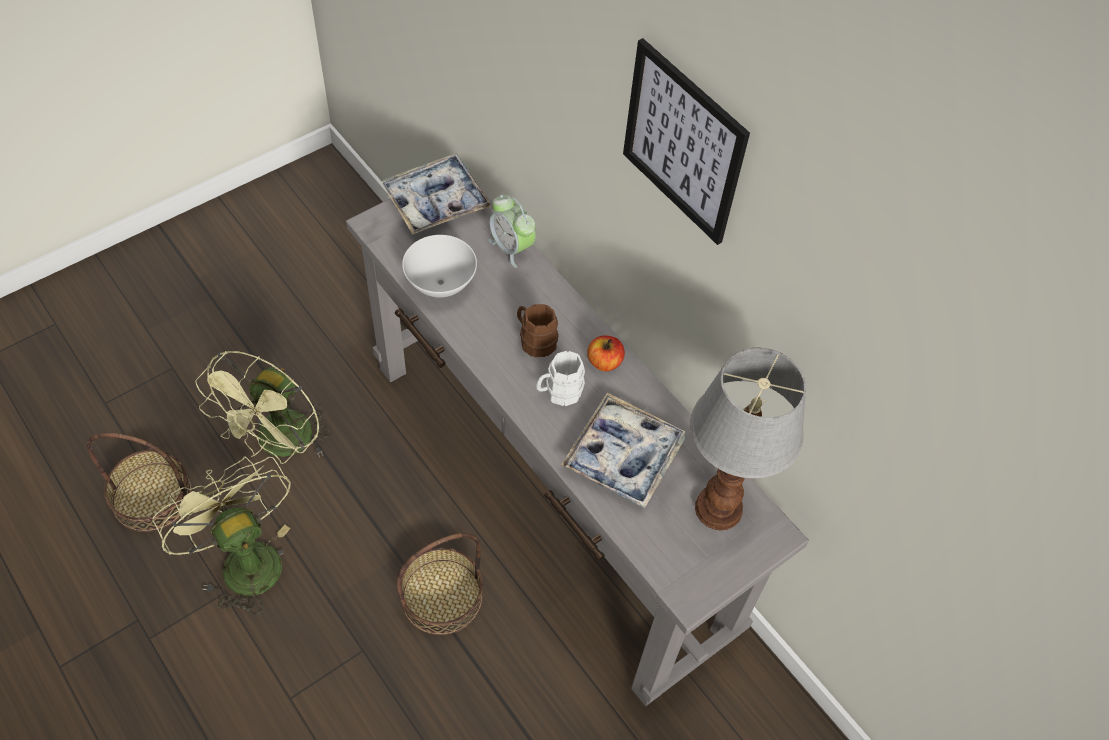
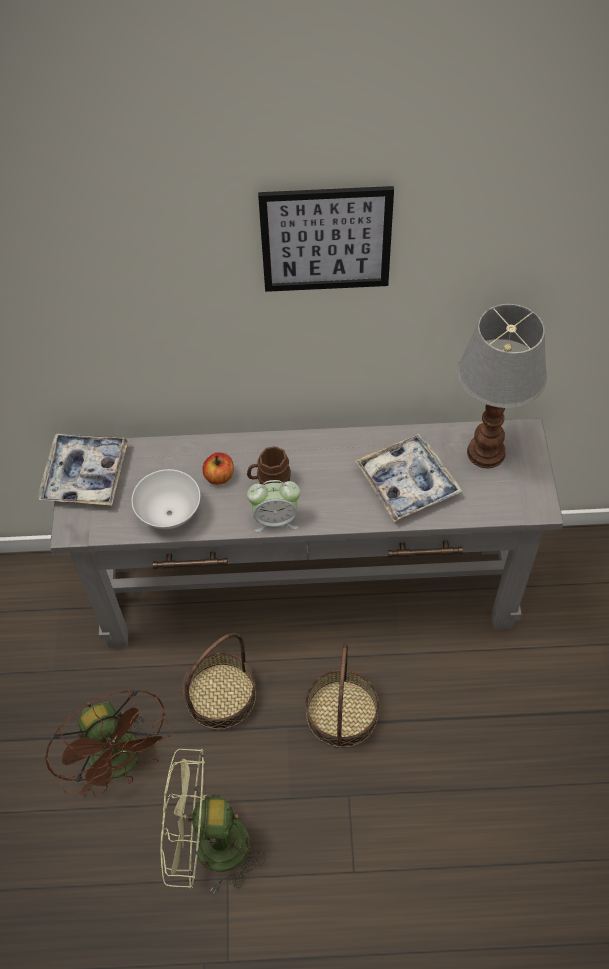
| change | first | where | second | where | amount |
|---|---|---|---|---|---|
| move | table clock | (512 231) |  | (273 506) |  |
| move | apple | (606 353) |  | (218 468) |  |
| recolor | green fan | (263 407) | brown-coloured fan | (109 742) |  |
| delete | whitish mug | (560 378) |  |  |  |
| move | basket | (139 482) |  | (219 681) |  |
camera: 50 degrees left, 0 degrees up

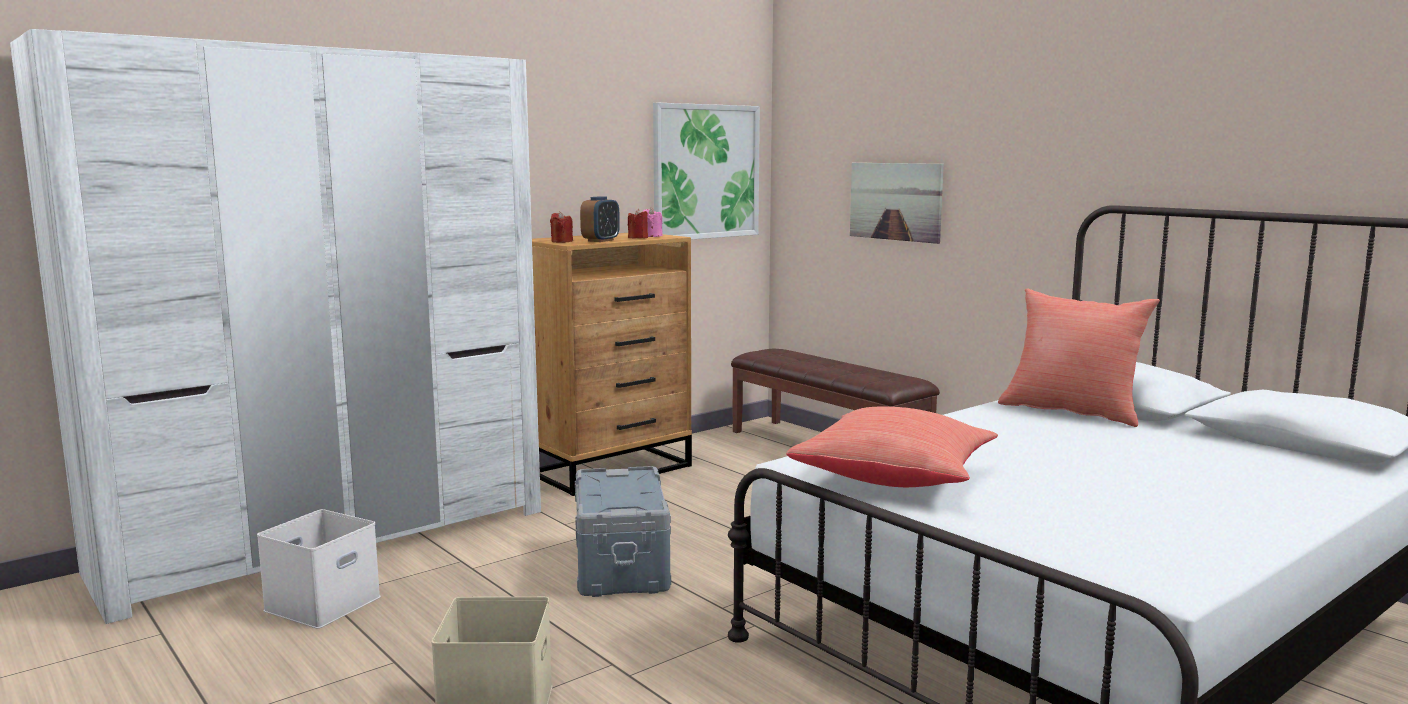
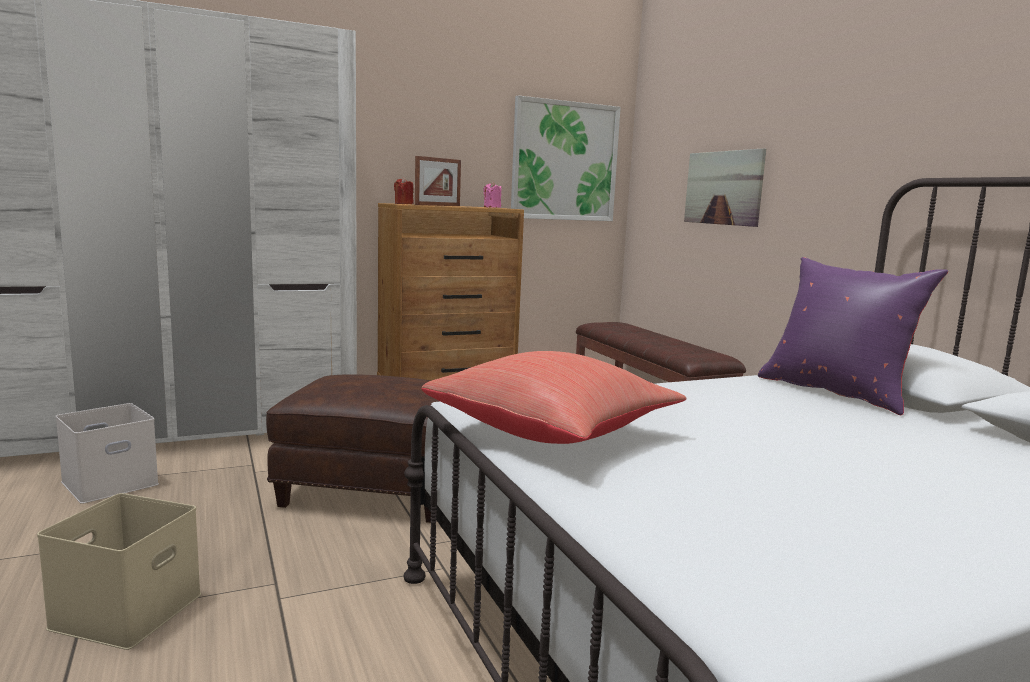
| change | first | where | second | where | amount |
|---|---|---|---|---|---|
| replace | table clock | (600 219) | picture frame | (438 181) |  |
| delete | reddish candle | (638 224) |  |  |  |
| recolor | reddish cushion | (1079 357) | purple-coloured cushion | (853 336) |  |
| replace | greyish storage box | (623 531) | brown-coloured pouffe | (353 448) |  |
camera: 15 degrees right, 0 degrees up

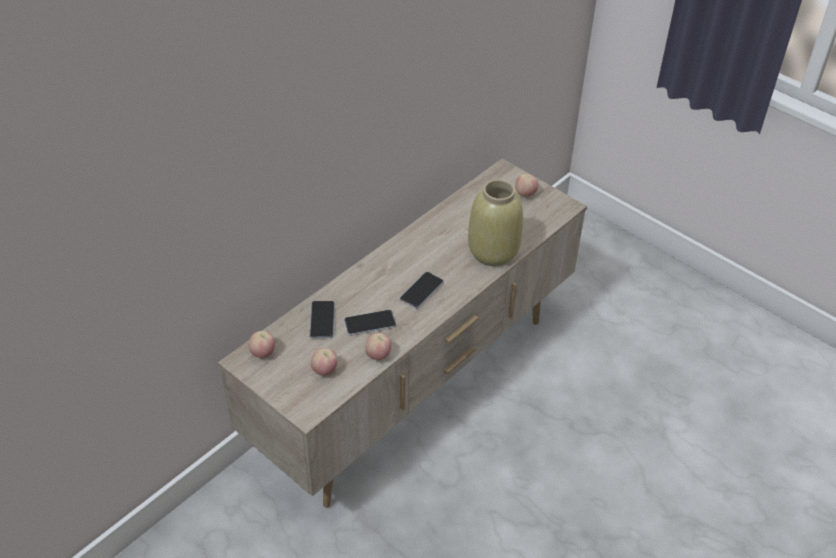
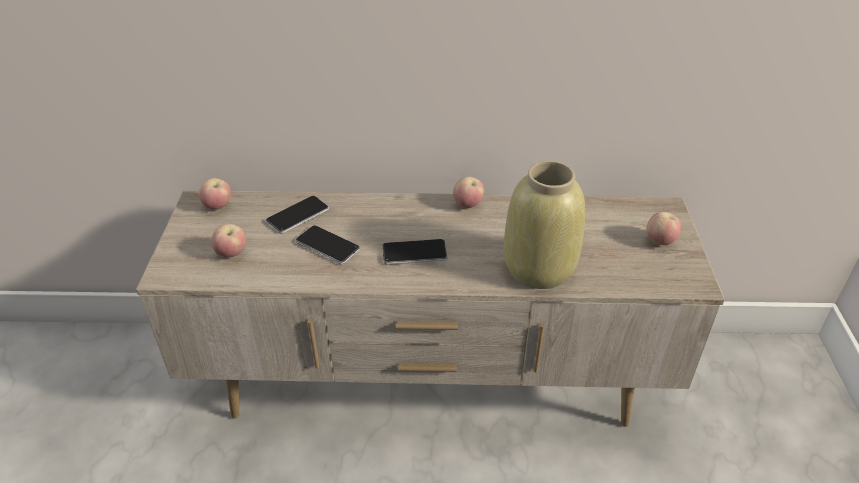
| change | first | where | second | where | amount |
|---|---|---|---|---|---|
| move | apple | (378 346) |  | (468 192) |  |
camera: 50 degrees right, 5 degrees down

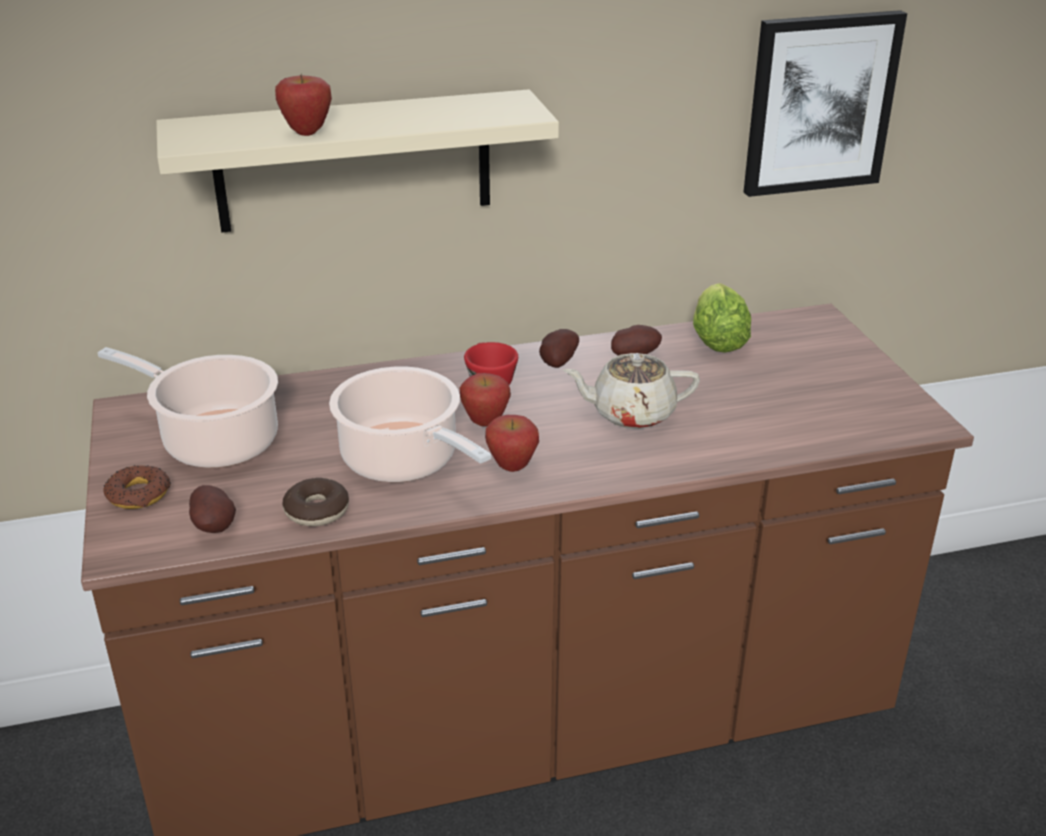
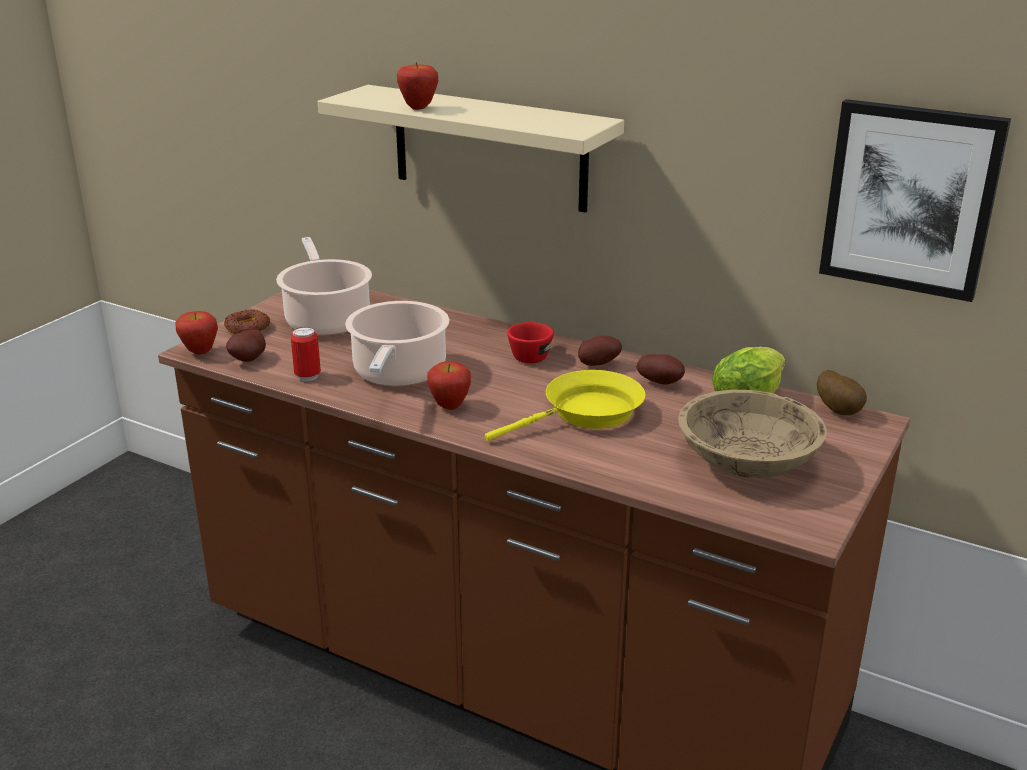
| change | first | where | second | where | amount |
|---|---|---|---|---|---|
| replace | beige teapot | (631 391) | yellowish skillet | (565 405) |  |
| move | apple | (485 400) |  | (196 333) |  |
| replace | ring doughnut | (316 502) | metal can | (306 354) |  |
| insert |  |  | potato | (842 392) |  |
| insert |  |  | beige deep dish | (752 434) |  |
camera: 45 degrees right, 5 degrees down

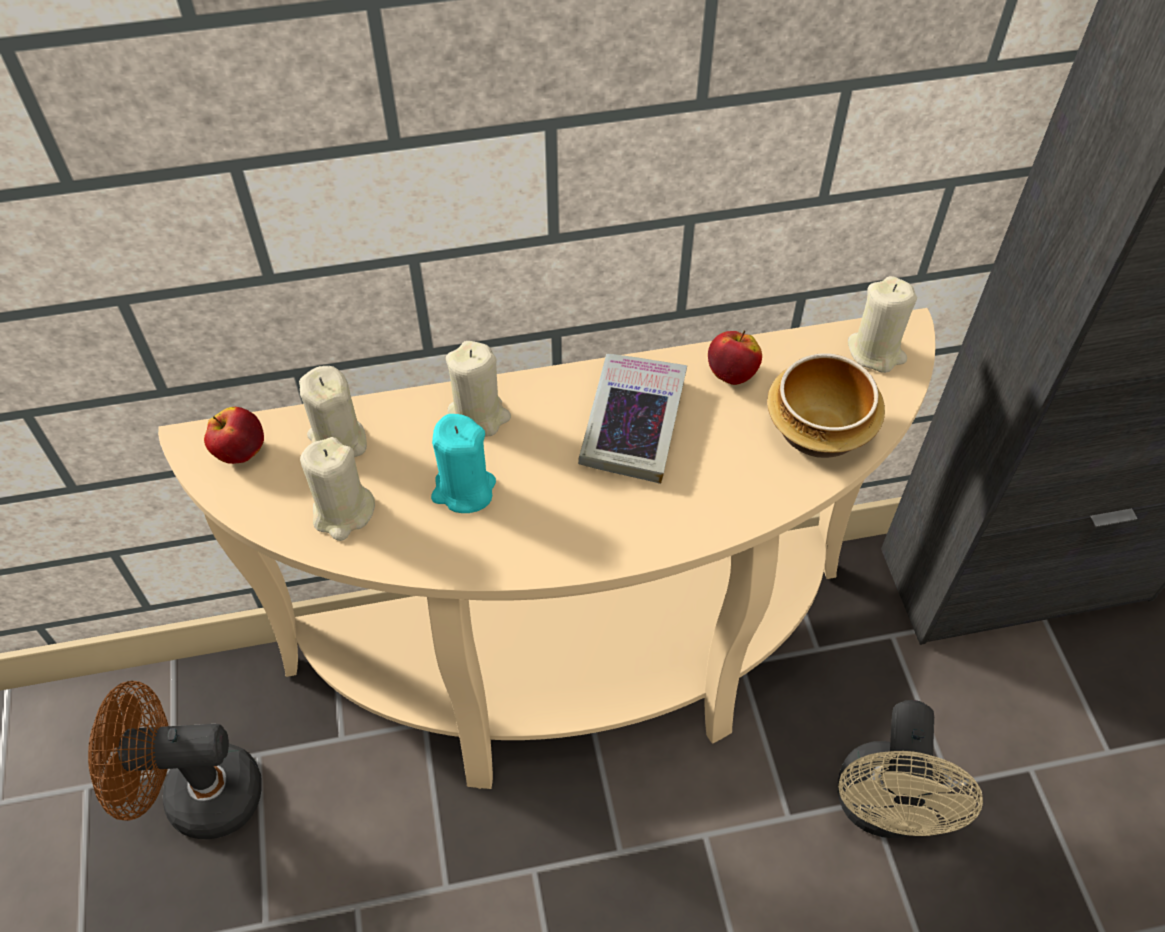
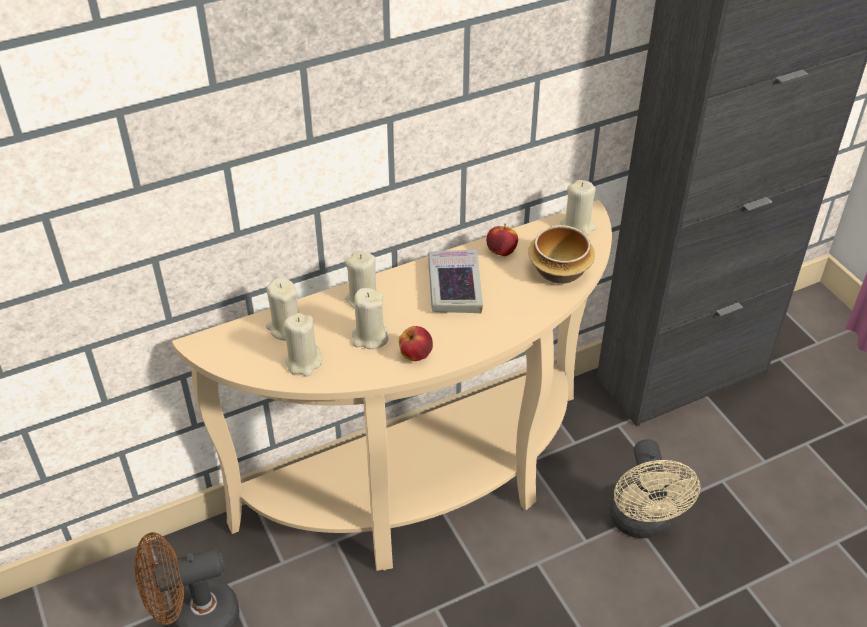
| change | first | where | second | where | amount |
|---|---|---|---|---|---|
| move | apple | (234 435) |  | (416 343) |  |
| recolor | blue-green candle | (463 463) | beige candle | (370 318) |  |
camera: 15 degrees left, 10 degrees down

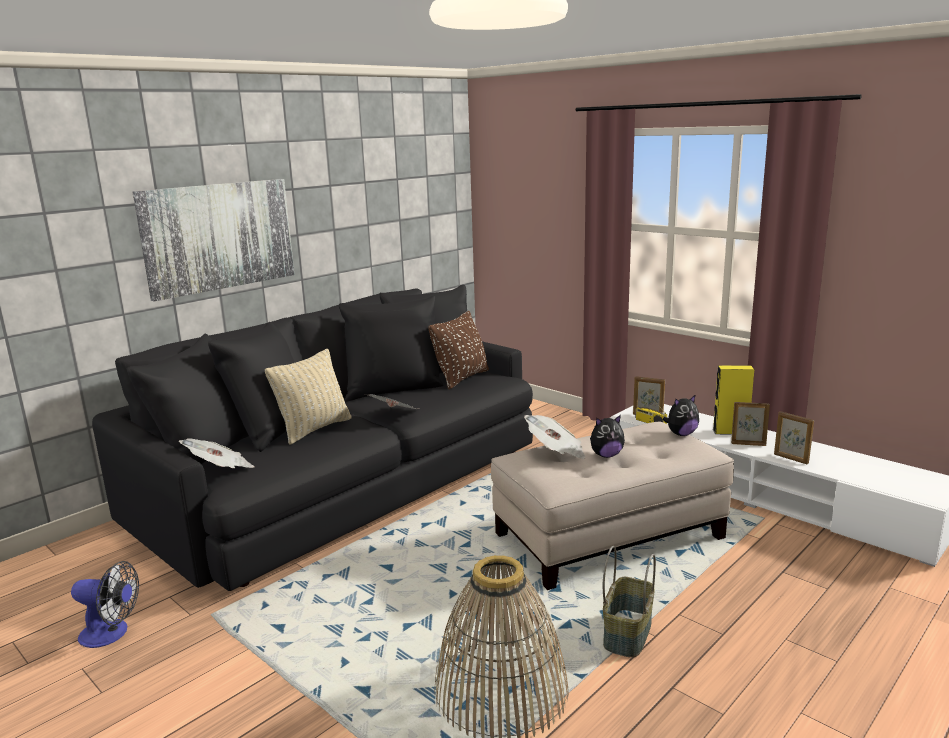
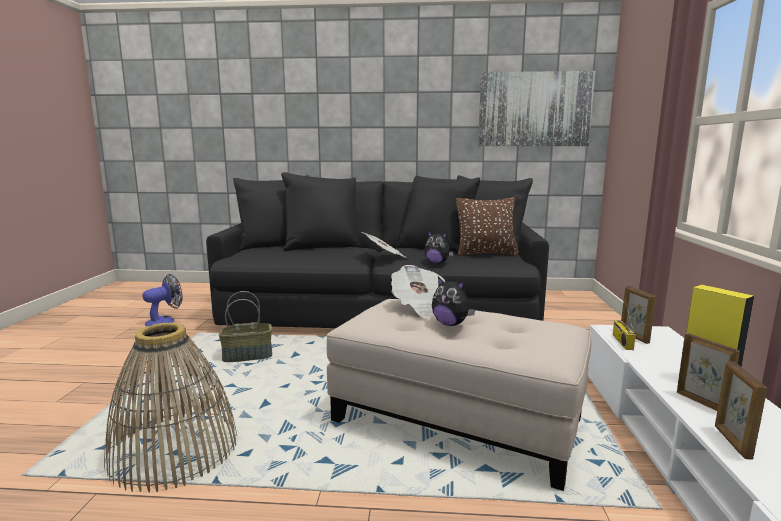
| change | first | where | second | where | amount |
|---|---|---|---|---|---|
| move | wall picture | (213 240) |  | (536 108) |  |
| delete | beige cushion | (308 396) |  |  |  |
| move | cuddly toy | (681 415) |  | (439 247) |  |
| delete | printed paper | (217 453) |  |  |  |
| move | basket | (629 602) |  | (245 326) |  |
| rotate | fan | (105 604) |  | (162 300) | 105 degrees counterclockwise |
camera: 50 degrees right, 5 degrees down

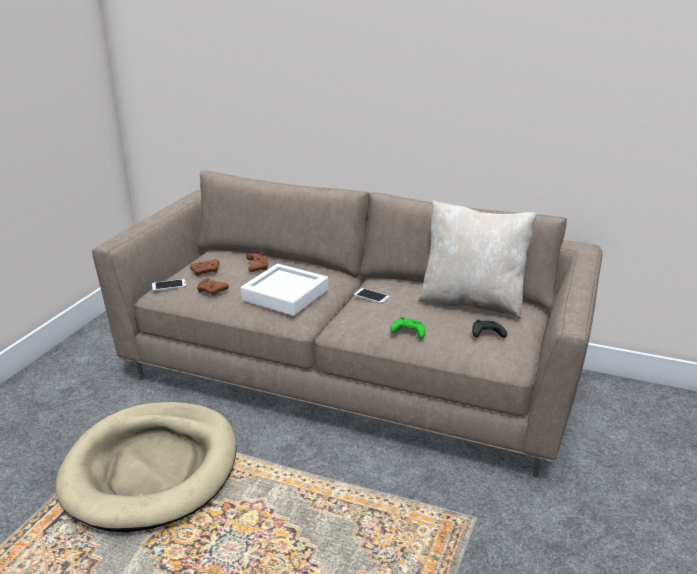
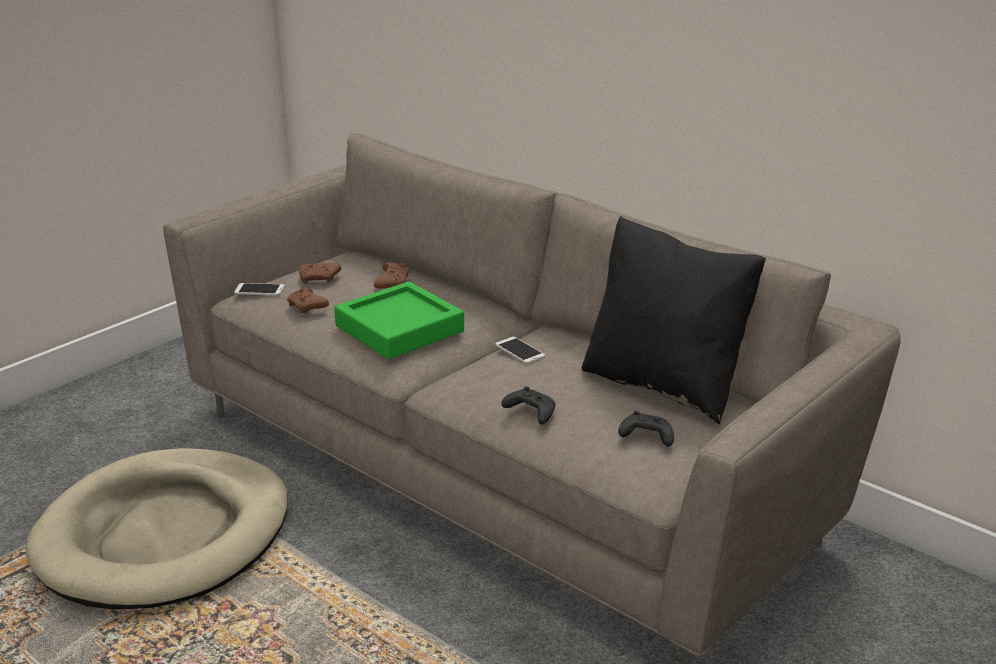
| change | first | where | second | where | amount |
|---|---|---|---|---|---|
| recolor | beige cushion | (477 259) | black-coloured cushion | (673 320) |  |
| recolor | whitish serving tray | (284 290) | green serving tray | (399 320) |  |
| recolor | green joypad | (407 328) | black-coloured joypad | (528 405) |  |
camera: 20 degrees right, 0 degrees up

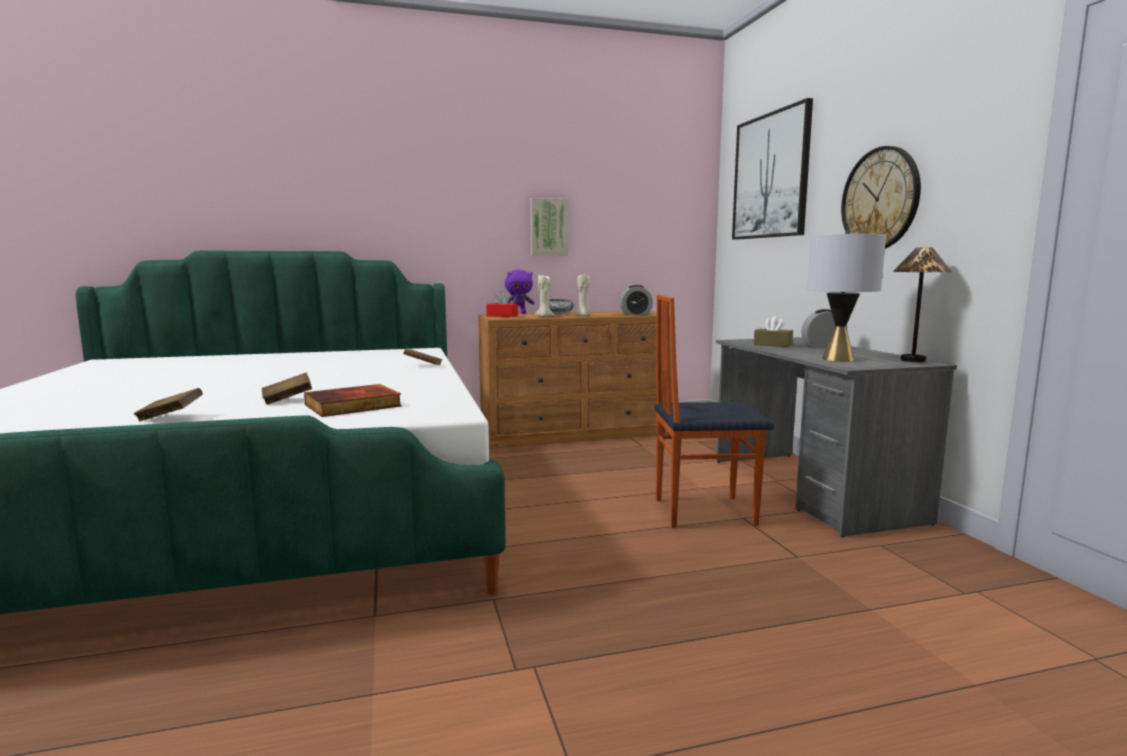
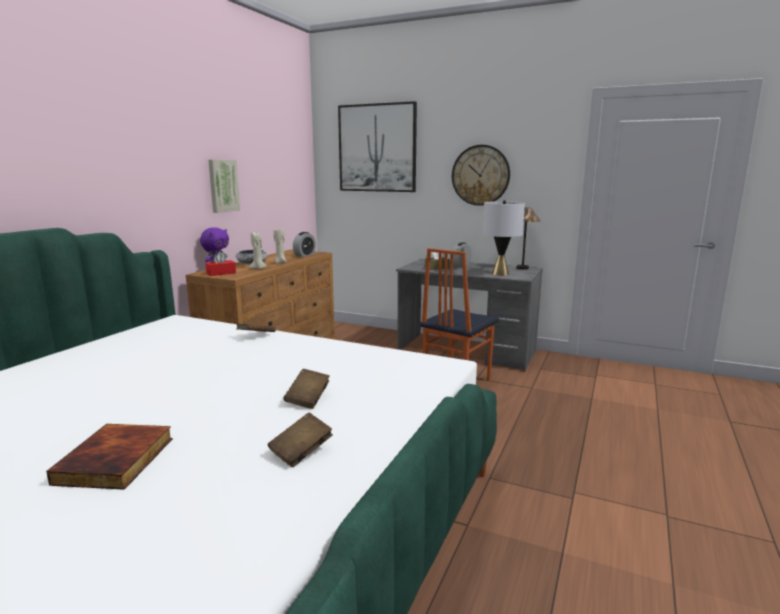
| change | first | where | second | where | amount |
|---|---|---|---|---|---|
| move | volume | (353 400) |  | (109 457) |  |
camera: 50 degrees left, 5 degrees up

